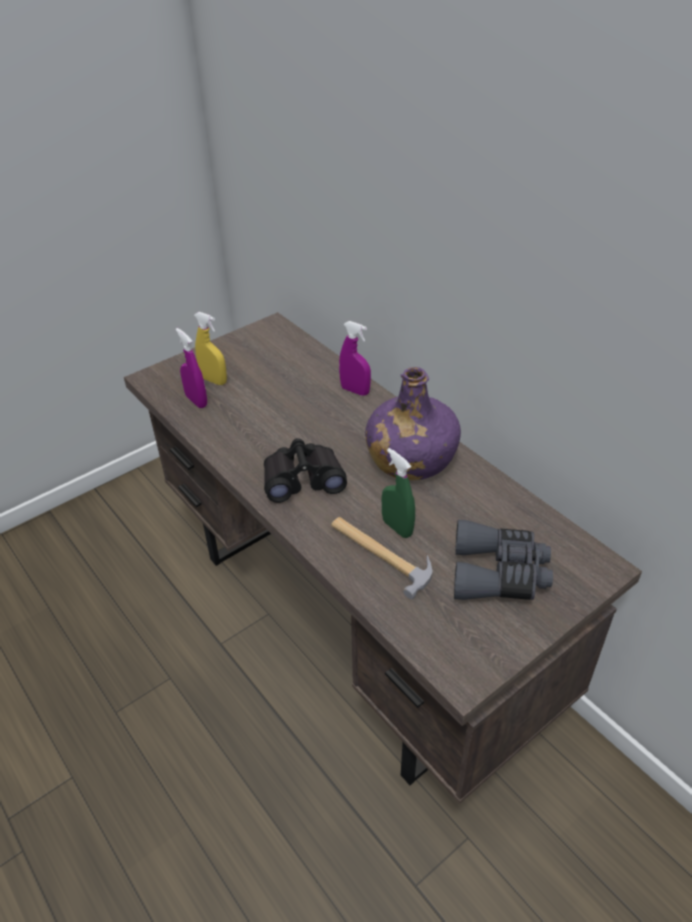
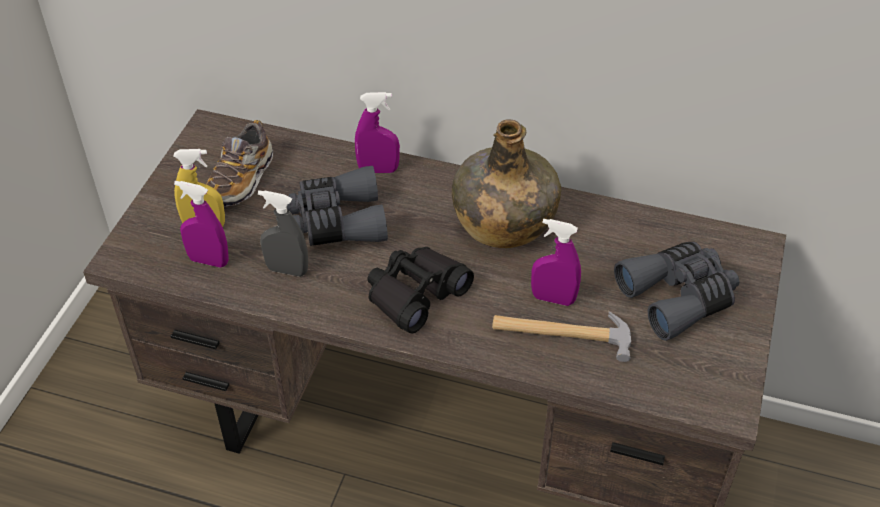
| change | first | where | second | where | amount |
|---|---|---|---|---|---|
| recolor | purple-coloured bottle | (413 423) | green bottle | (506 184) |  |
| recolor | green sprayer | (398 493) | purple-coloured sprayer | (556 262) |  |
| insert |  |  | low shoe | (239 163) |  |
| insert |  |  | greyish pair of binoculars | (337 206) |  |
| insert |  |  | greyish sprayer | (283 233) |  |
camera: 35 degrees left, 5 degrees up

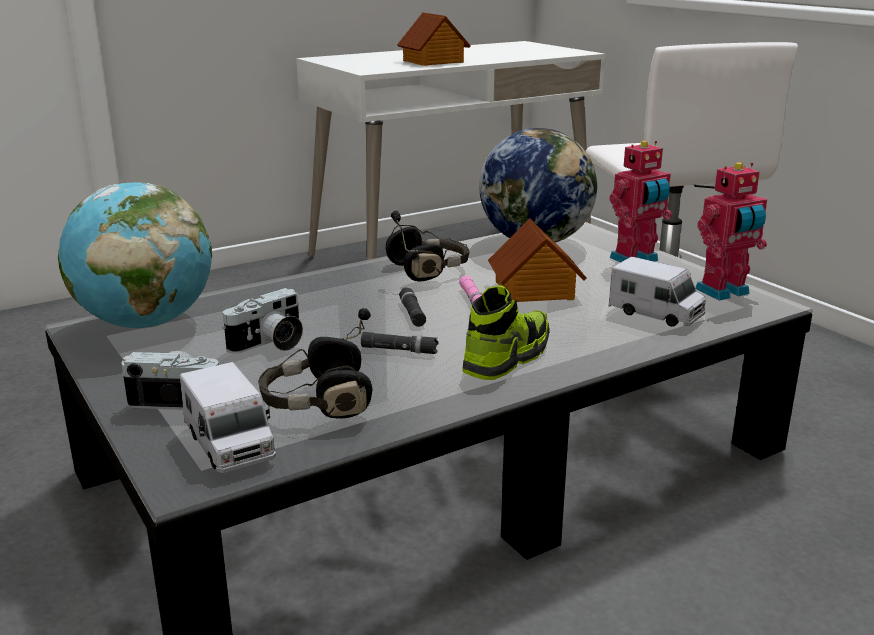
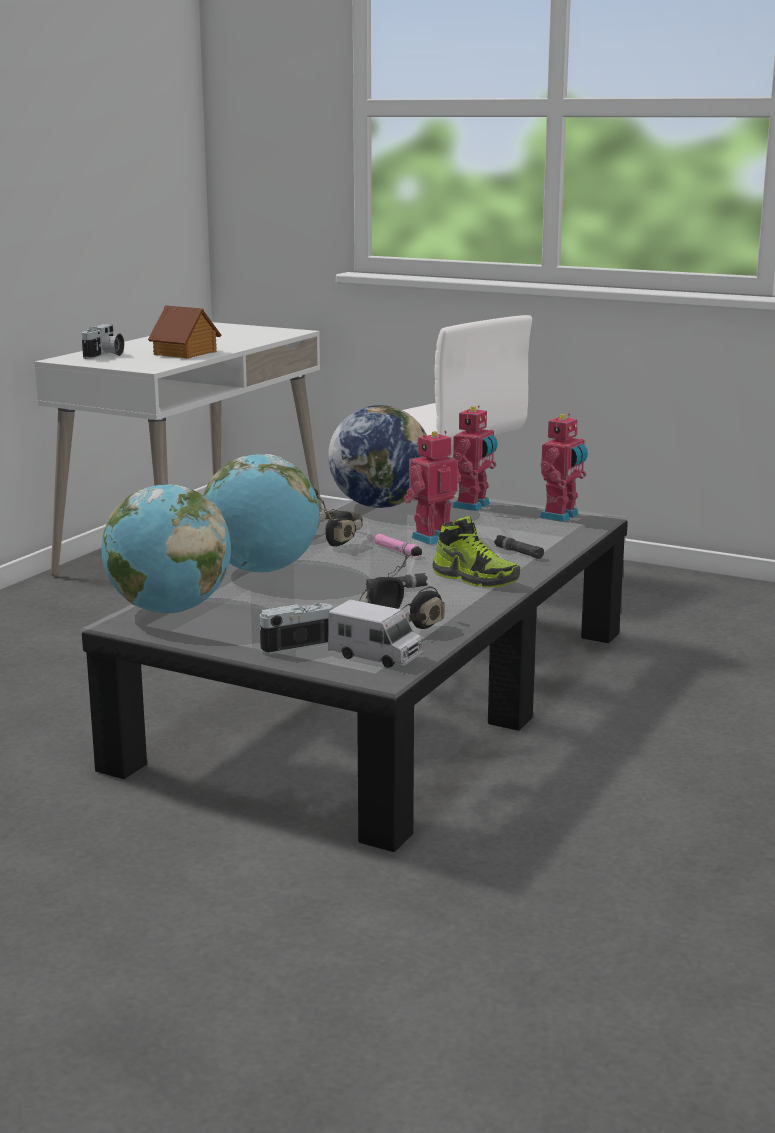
| change | first | where | second | where | amount |
|---|---|---|---|---|---|
| replace | toy house | (537 260) | robot figure | (432 488) |  |
| delete | toy truck | (657 291) |  |  |  |
| rotate | low shoe | (506 332) |  | (476 551) | 120 degrees clockwise |
| move | black-coloured flashlight | (412 307) |  | (519 547) |  |
| move | photo camera | (262 321) |  | (102 341) |  |
| insert |  |  | world globe | (261 513) |  |
camera: 30 degrees left, 5 degrees down

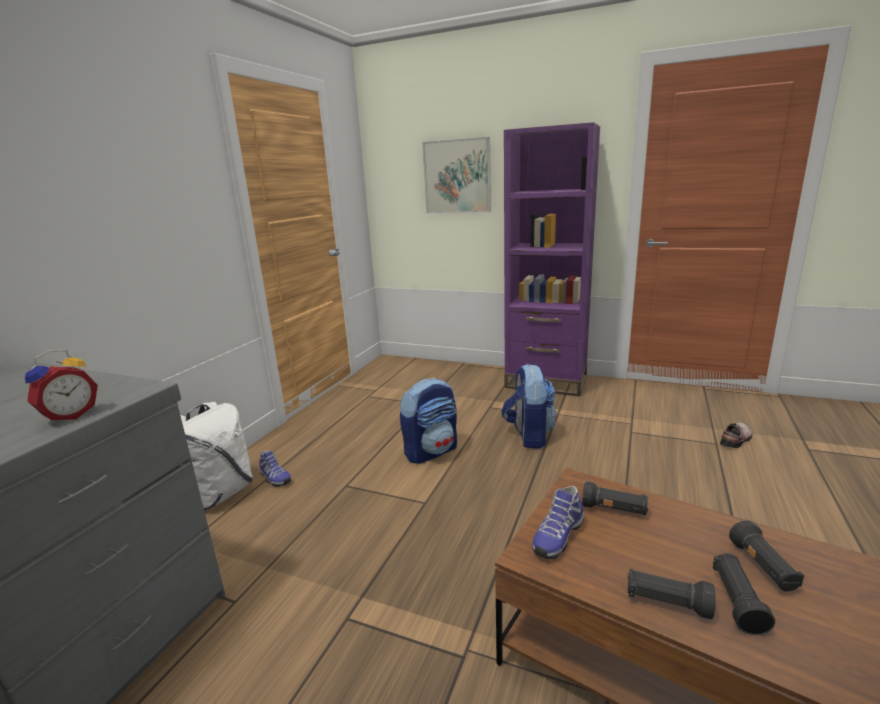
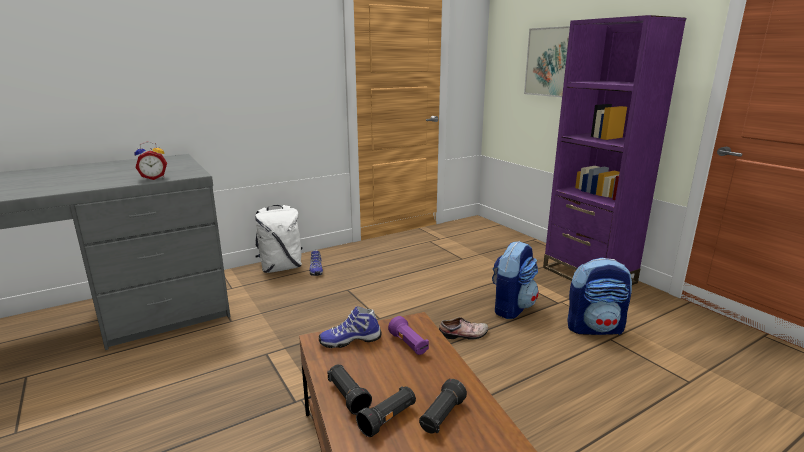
| change | first | where | second | where | amount |
|---|---|---|---|---|---|
| move | rucksack | (428 421) |  | (599 296) |  |
| move | low shoe | (736 435) |  | (463 328) |  |
| recolor | black-coloured flashlight | (615 498) | purple-coloured flashlight | (408 335) |  |
camera: 35 degrees right, 0 degrees up

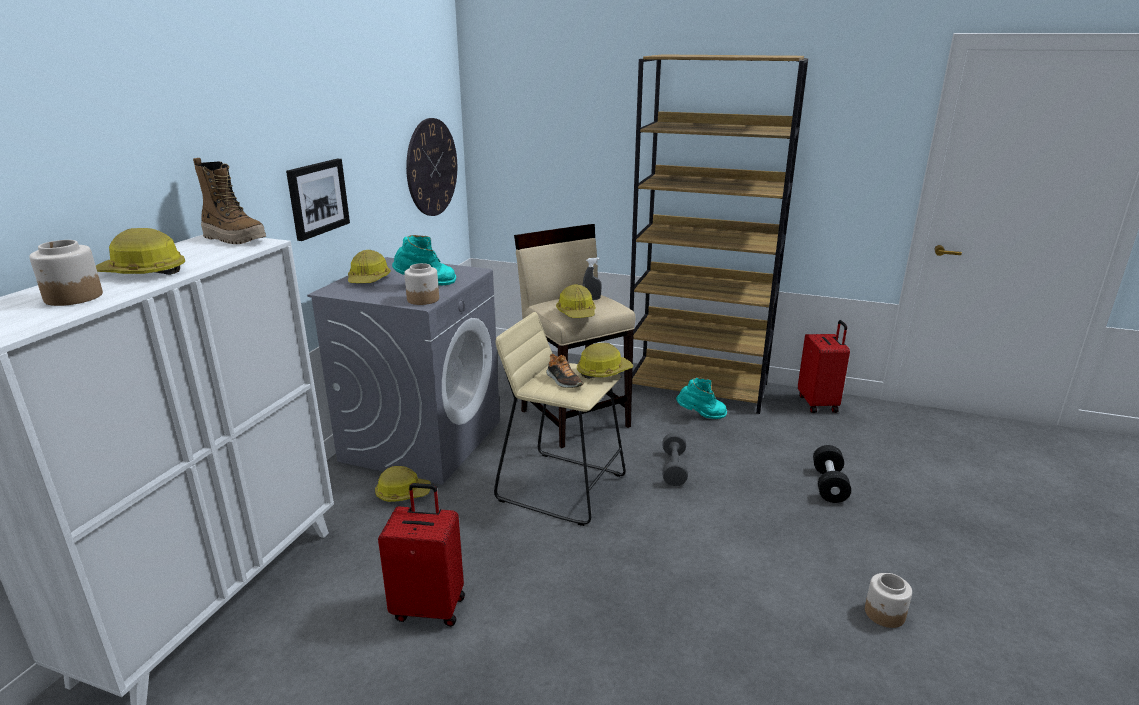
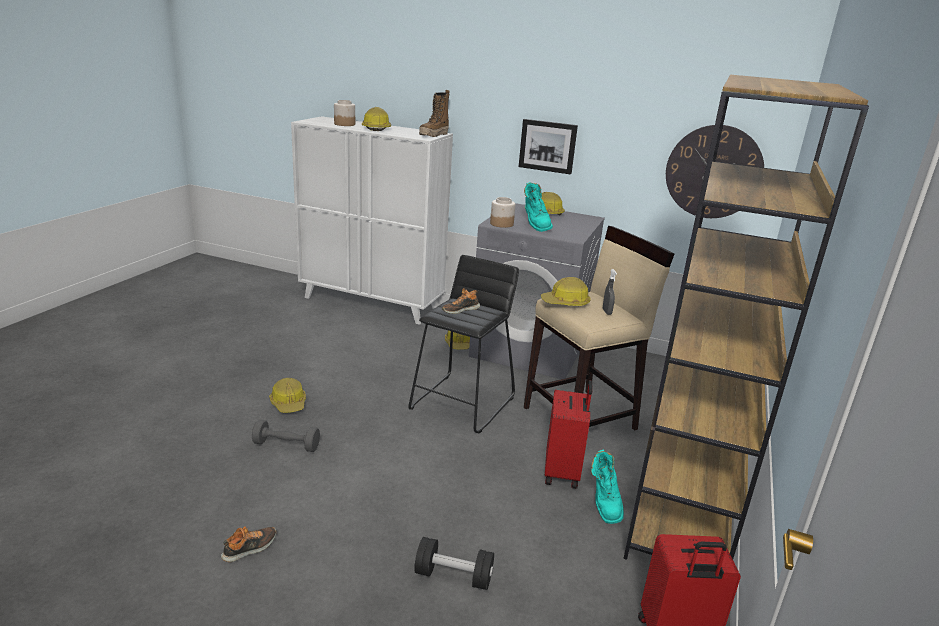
| change | first | where | second | where | amount |
|---|---|---|---|---|---|
| recolor | beige sitting stool | (560 419) | black-coloured sitting stool | (463 344) |  |
| move | work helmet | (605 361) |  | (287 395) |  |
| move | greyish hand weight | (675 459) |  | (286 436) |  |
| move | reddish travel case | (421 554) |  | (568 434) |  |
| replace | preserve jar | (888 600) | low shoe | (248 544) |  |
camera: 90 degrees right, 0 degrees up

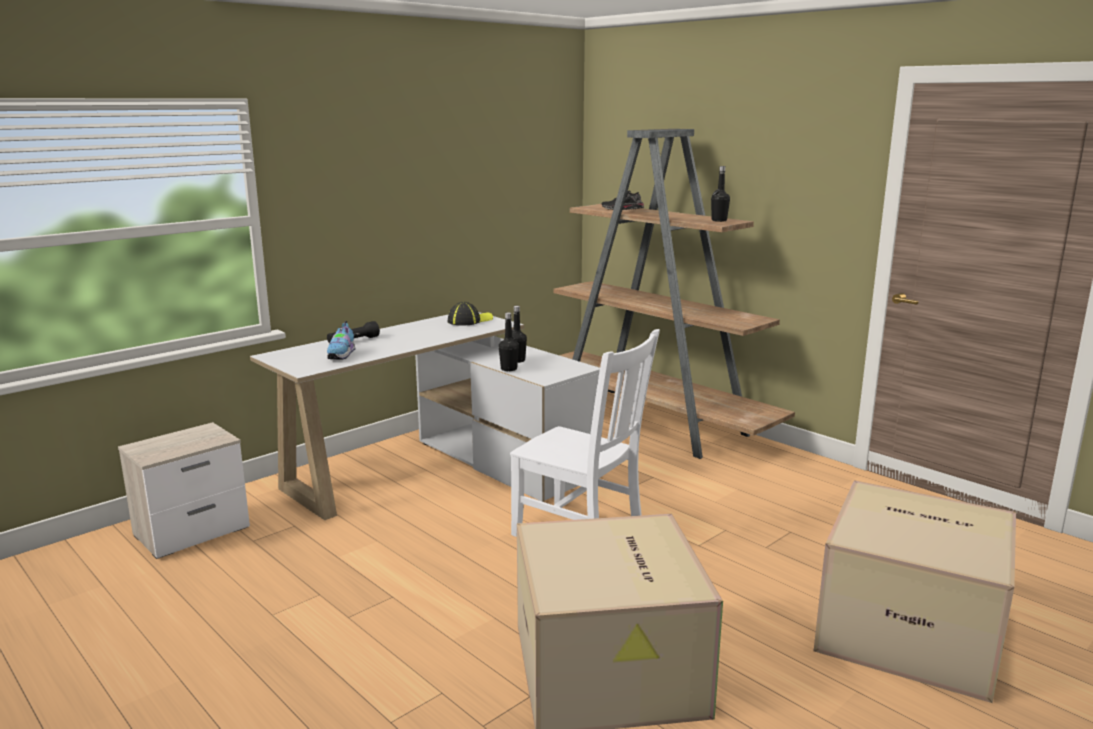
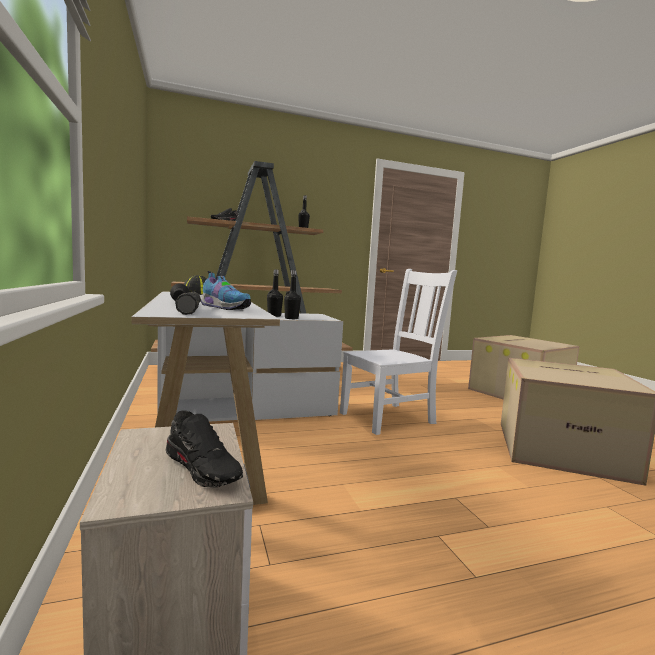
| change | first | where | second | where | amount |
|---|---|---|---|---|---|
| insert |  |  | black-coloured flashlight | (188 303) |  |
| insert |  |  | black-coloured low shoe | (204 449) |  |
camera: 65 degrees left, 10 degrees down

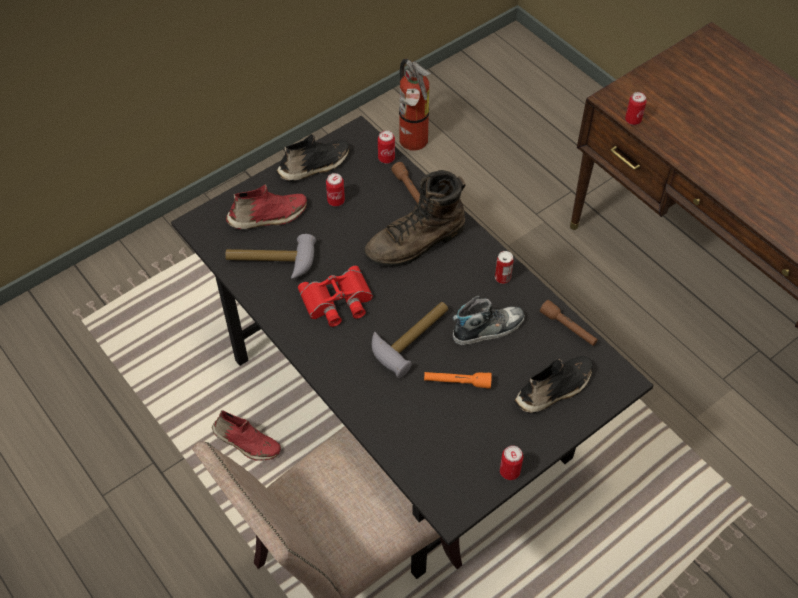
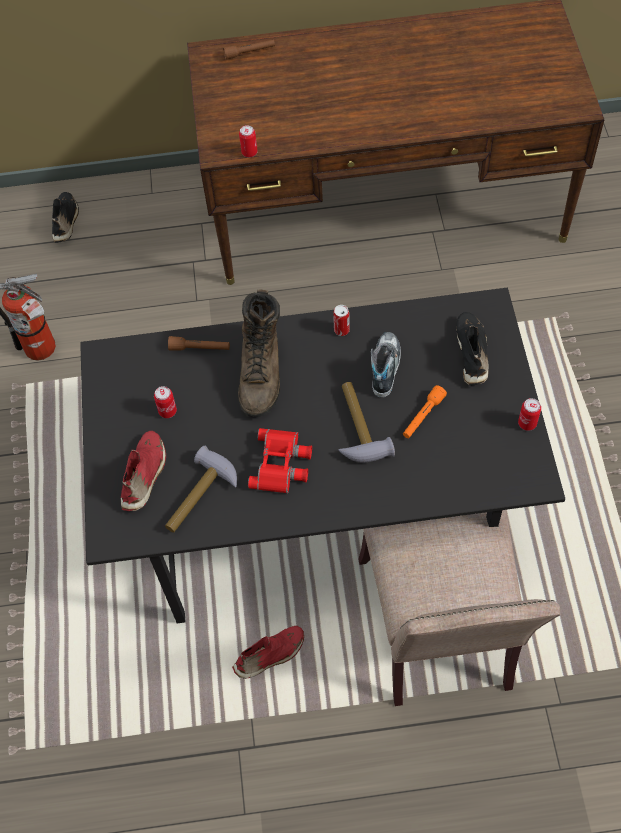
| change | first | where | second | where | amount |
|---|---|---|---|---|---|
| delete | metal can | (386 147) |  |  |  |
| move | black-coloured low shoe | (313 157) |  | (65 217) |  |
| move | brown-coloured flashlight | (569 323) |  | (249 50) |  |
camera: 55 degrees left, 5 degrees up

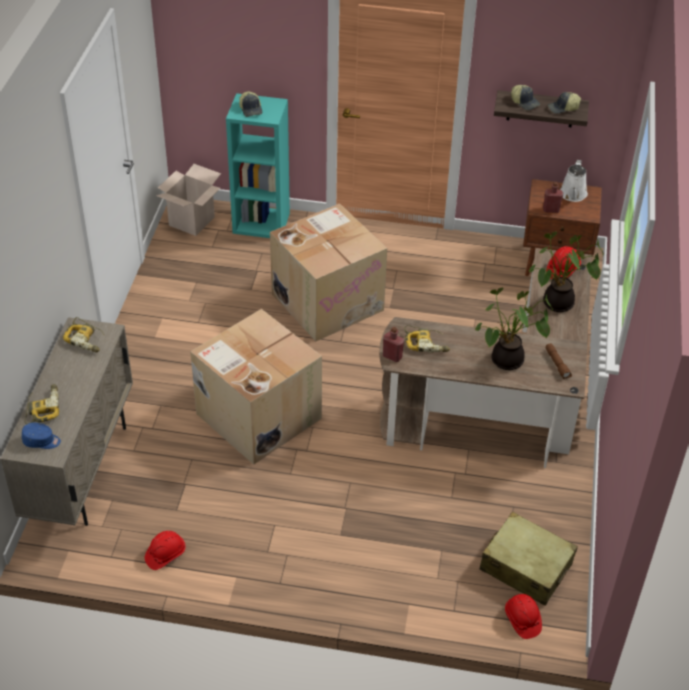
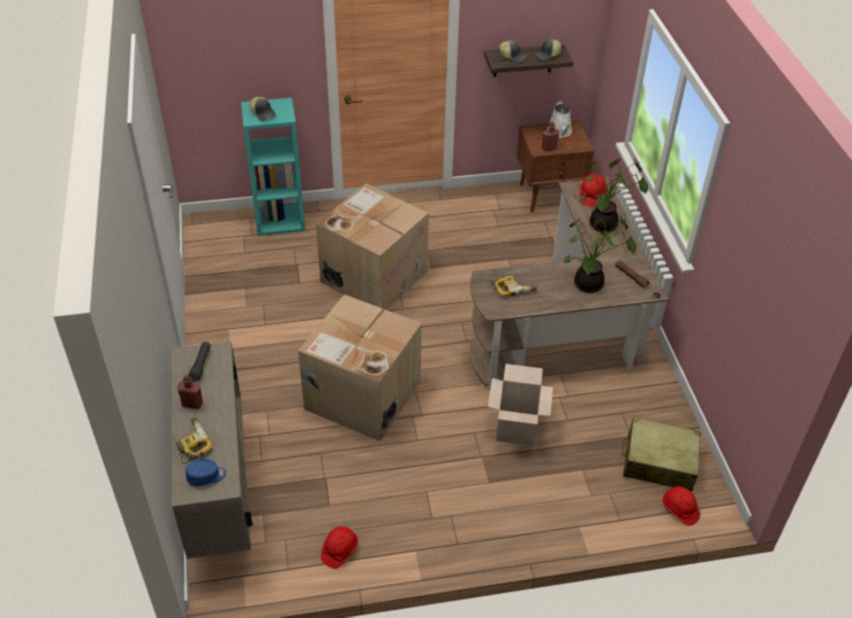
| change | first | where | second | where | amount |
|---|---|---|---|---|---|
| move | packing box | (188 200) |  | (520 405) |  |
| replace | electric drill | (84 334) | black-coloured flashlight | (199 362) |  |
| move | reddish bottle | (393 344) |  | (190 392) |  |
camera: 20 degrees left, 0 degrees up

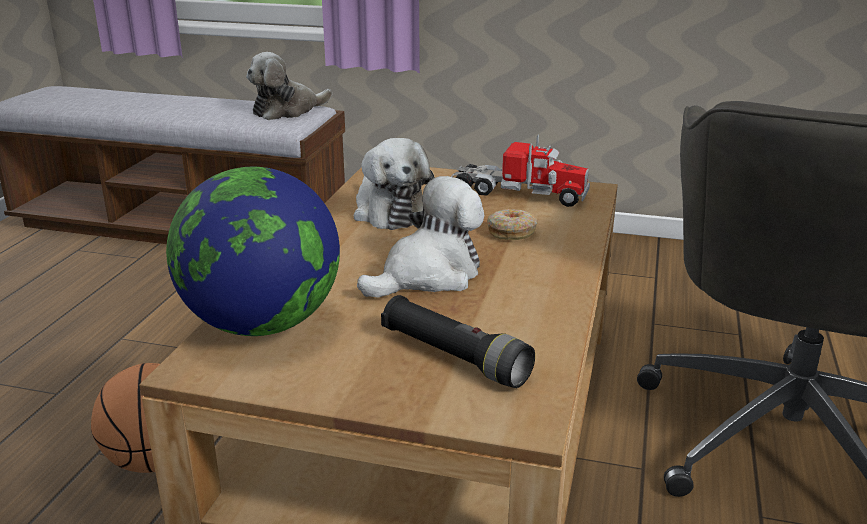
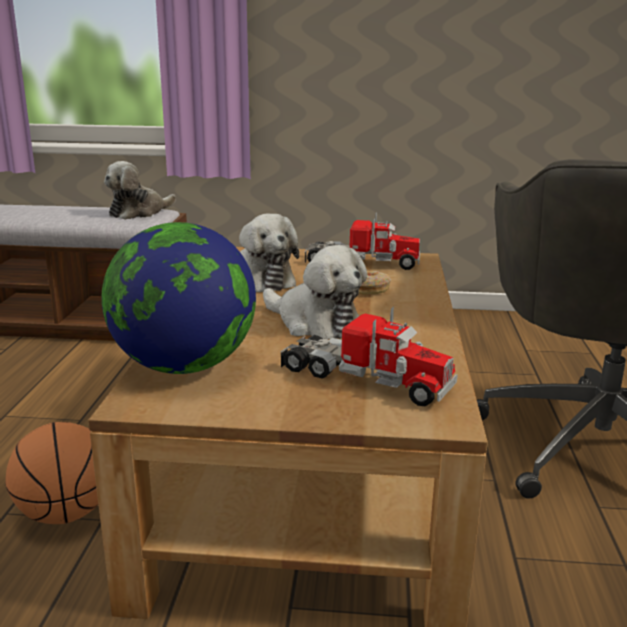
| change | first | where | second | where | amount |
|---|---|---|---|---|---|
| rotate | cuddly toy | (420 236) |  | (315 292) | 90 degrees clockwise |
| replace | black-coloured flashlight | (458 341) | toy truck | (369 356) |  |
camera: 10 degrees left, 5 degrees down

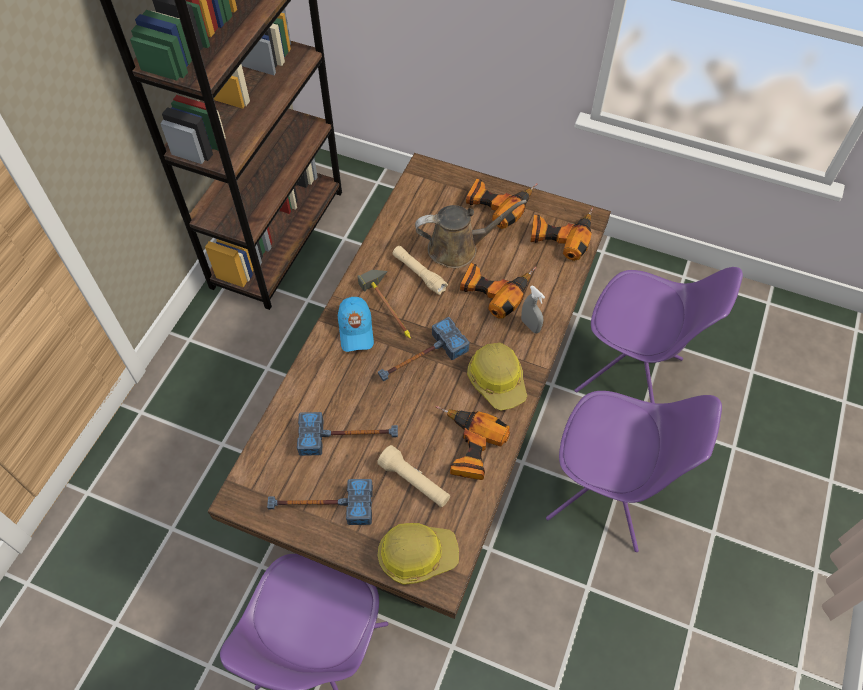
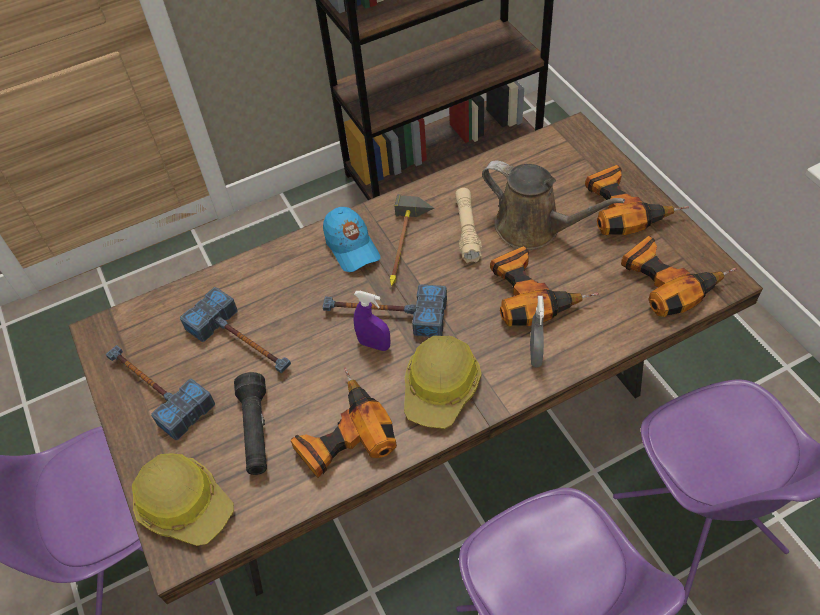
| change | first | where | second | where | amount |
|---|---|---|---|---|---|
| rotate | blue-coloured peaked cap | (356 324) |  | (351 239) | 60 degrees counterclockwise |
| recolor | beige flashlight | (413 476) | black-coloured flashlight | (250 423) |  |
| insert |  |  | purple-coloured sprayer | (372 321) |  |
camera: 45 degrees right, 5 degrees down

